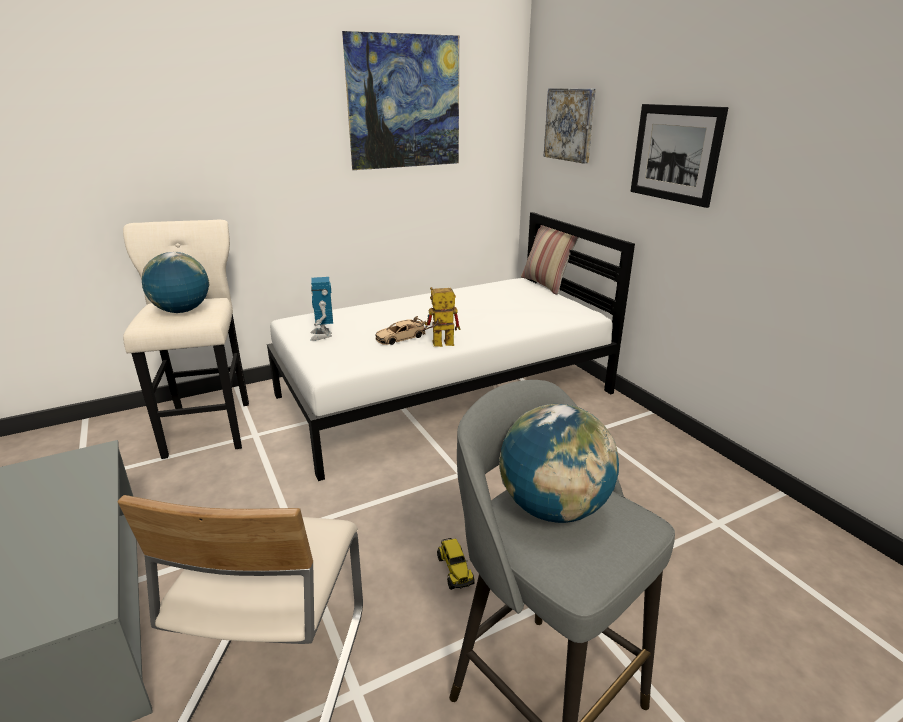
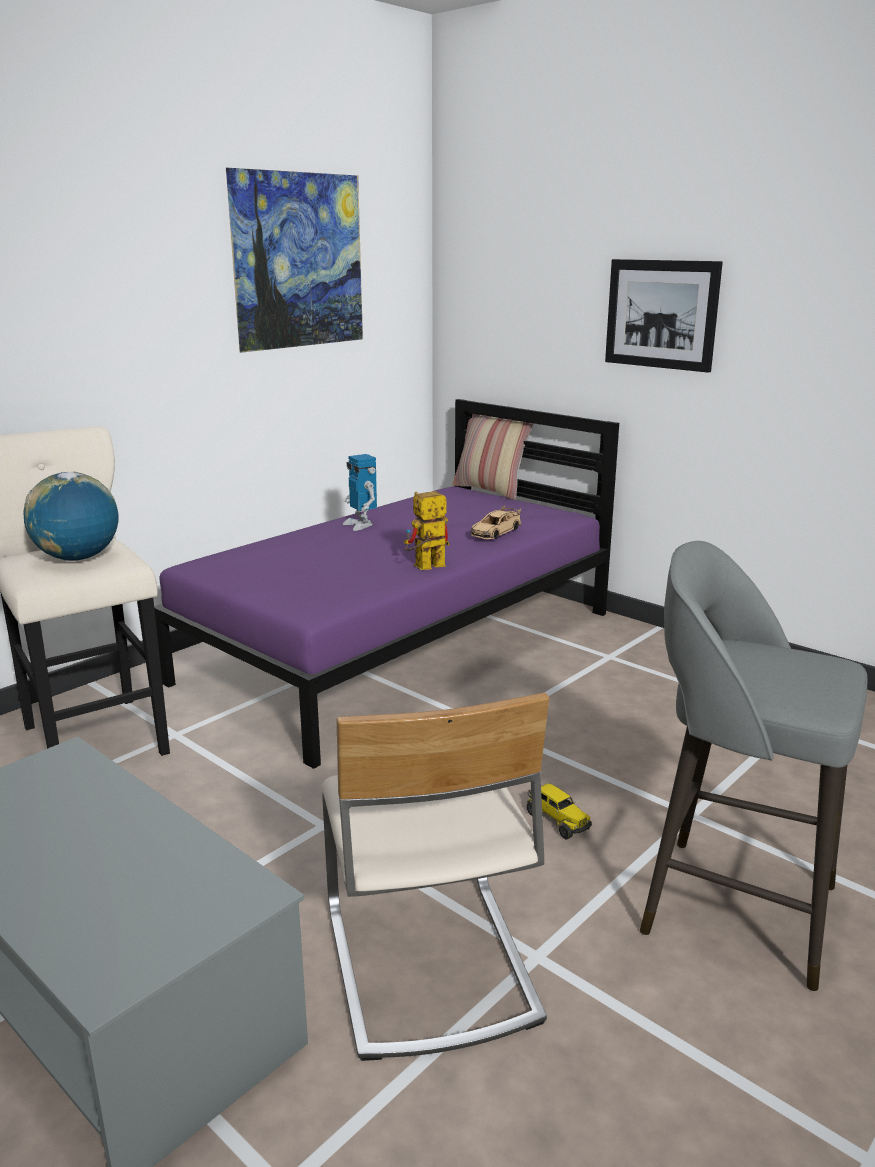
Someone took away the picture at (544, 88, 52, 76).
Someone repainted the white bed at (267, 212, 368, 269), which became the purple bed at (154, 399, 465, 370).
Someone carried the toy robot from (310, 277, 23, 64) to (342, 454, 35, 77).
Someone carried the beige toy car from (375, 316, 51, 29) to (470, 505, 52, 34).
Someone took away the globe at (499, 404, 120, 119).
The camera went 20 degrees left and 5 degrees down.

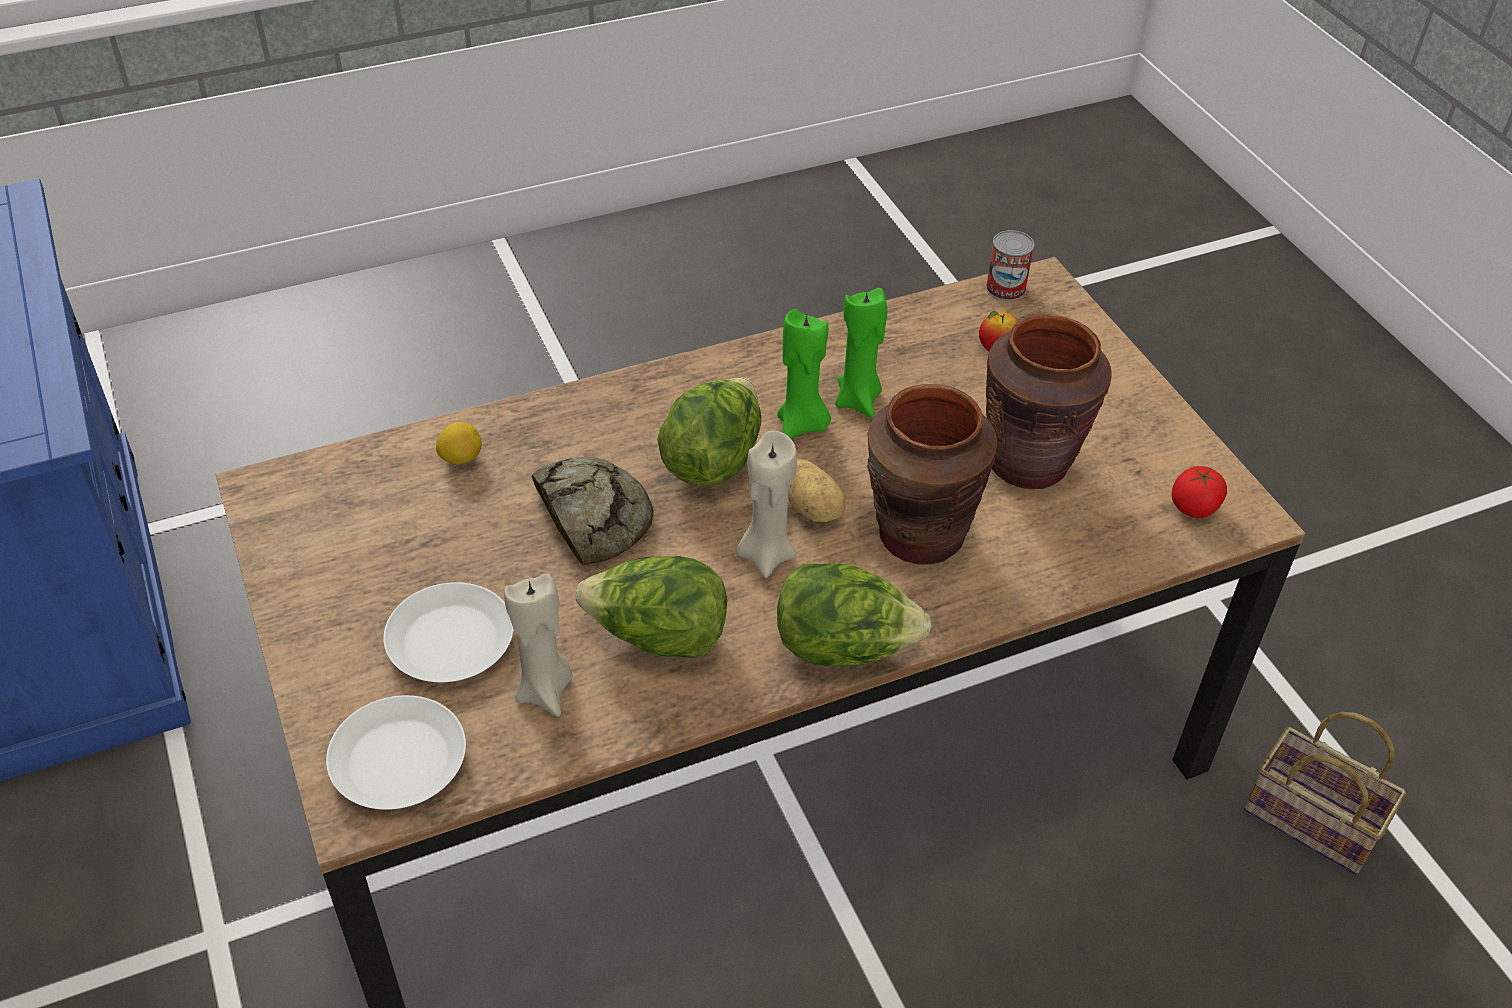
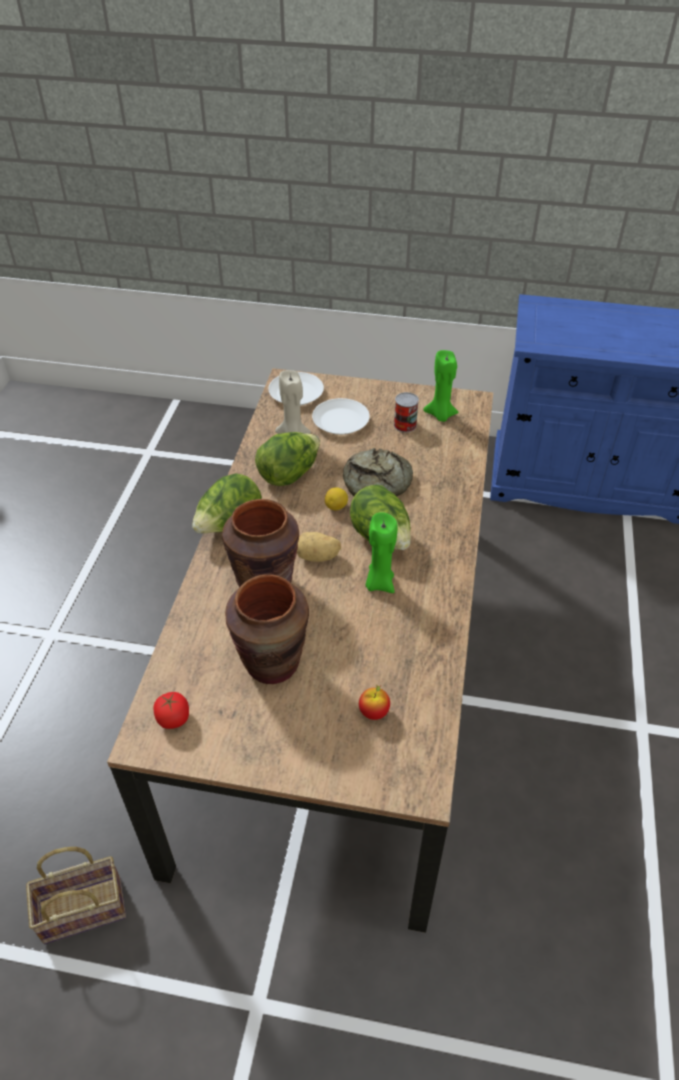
Someone carried the can from (986, 230, 48, 71) to (394, 392, 25, 40).
Someone carried the green candle from (835, 288, 52, 130) to (423, 350, 35, 72).
Someone carried the lemon from (436, 422, 46, 42) to (325, 487, 23, 23).
Someone took away the beige candle at (736, 431, 61, 147).
The camera went 125 degrees right and 0 degrees up.

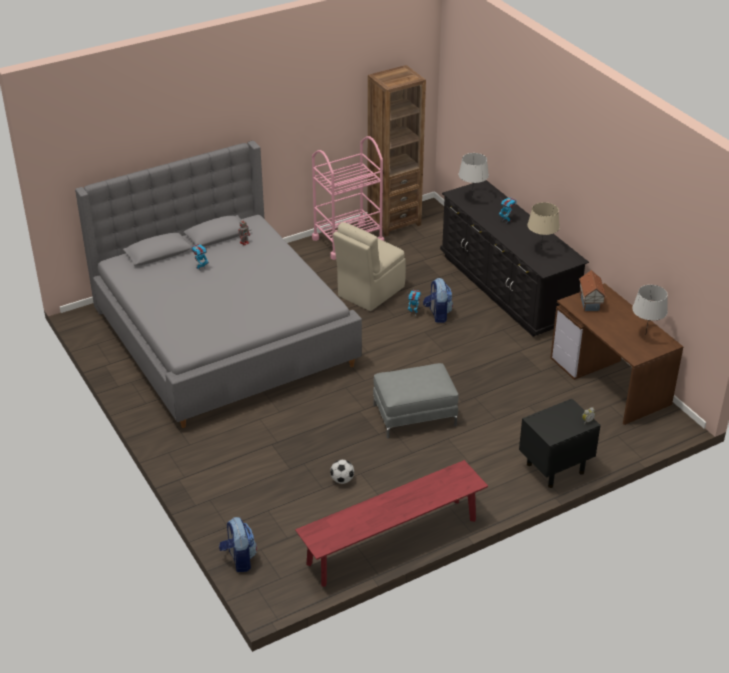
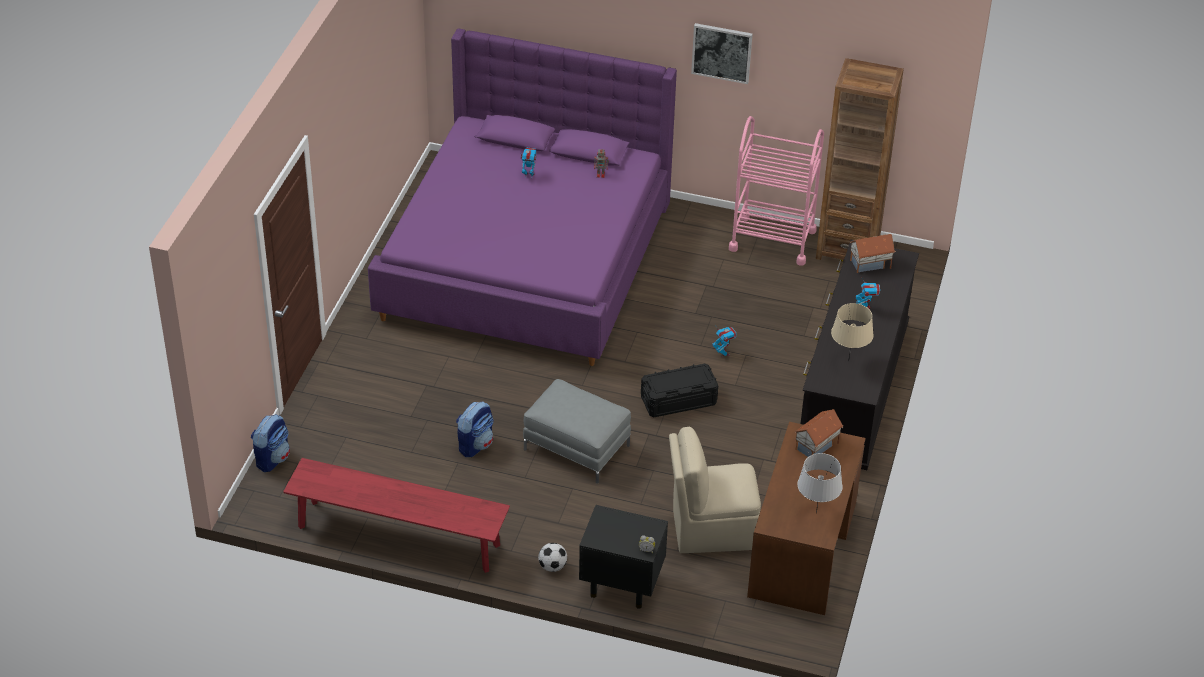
Someone repainted the grey bed at (75, 141, 287, 287), which became the purple bed at (368, 29, 309, 337).
Someone swapped the grey table lamp at (459, 153, 30, 44) for the toy house at (850, 234, 46, 39).
Someone carried the beige chair from (333, 222, 73, 89) to (669, 427, 92, 126).
Someone carried the backpack from (423, 278, 30, 45) to (456, 401, 38, 56).
Someone carried the football from (330, 460, 24, 24) to (538, 543, 29, 29).
Someone put up the picture at (691, 23, 62, 61).
Someone put down the black storage box at (641, 364, 77, 53).
The camera went 45 degrees right and 5 degrees up.

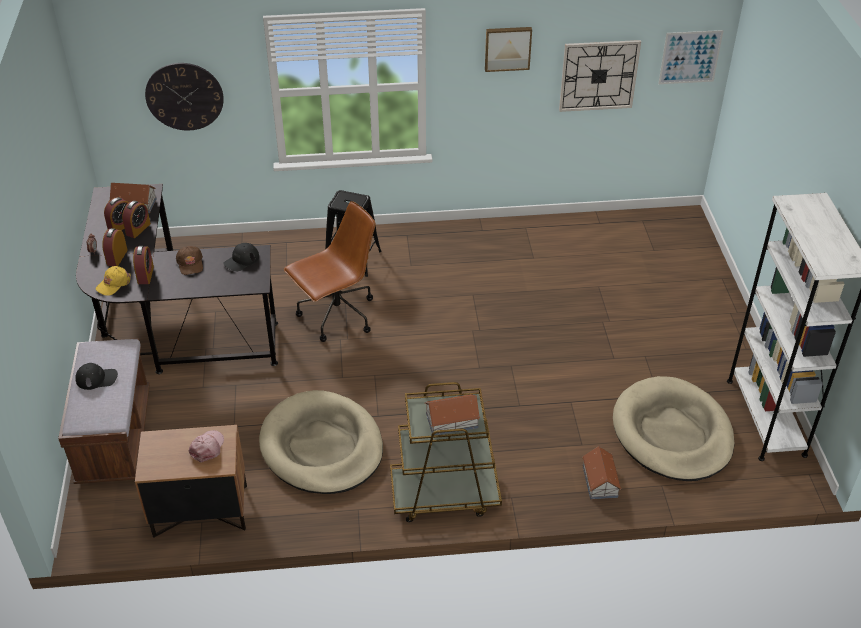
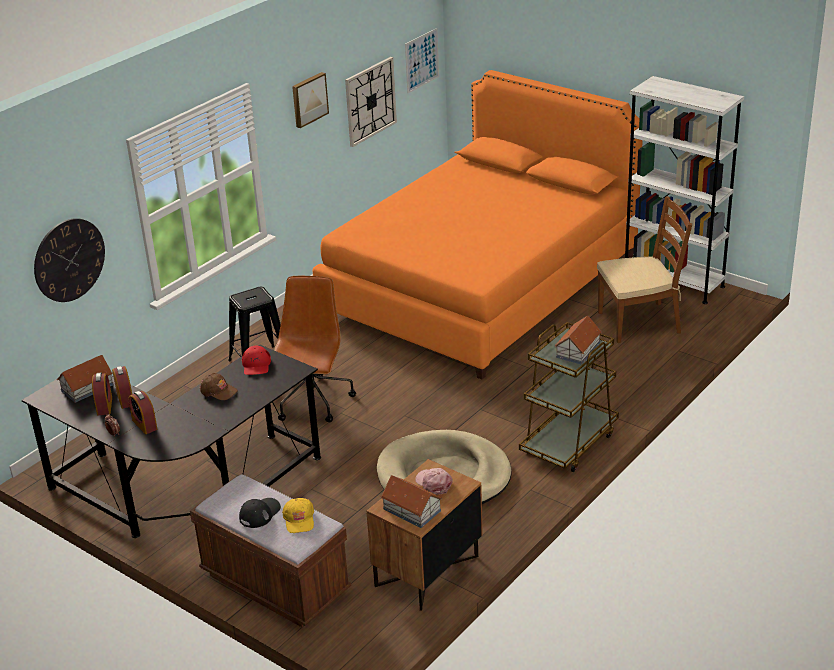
Someone repainted the black cap at (223, 243, 36, 28), which became the red cap at (242, 346, 29, 29).
Someone took away the alarm clock at (133, 246, 21, 38).
Someone carried the yellow cap from (96, 266, 35, 30) to (282, 498, 32, 35).
Someone swapped the beige dog bed at (613, 376, 121, 105) for the brown chair at (597, 196, 95, 147).
Someone carried the toy house from (582, 446, 39, 53) to (380, 475, 62, 53).
Someone put down the orange bed at (312, 70, 331, 309).
The camera went 45 degrees left and 10 degrees down.

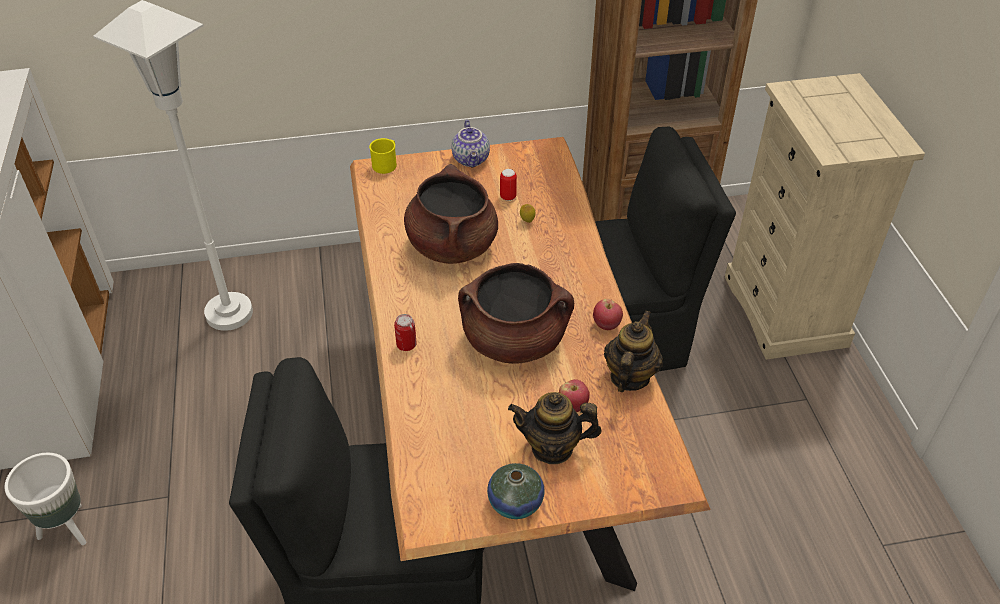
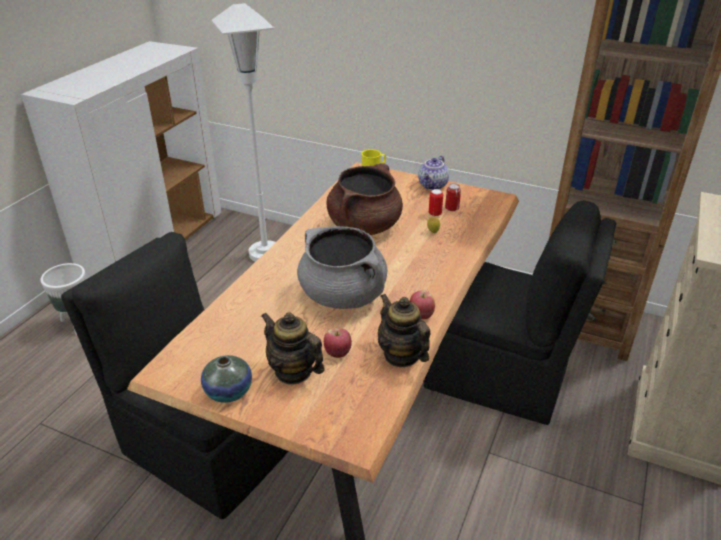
Someone repainted the brown cooking pot at (458, 263, 116, 101), which became the grey cooking pot at (297, 226, 90, 83).
Someone rotated the teapot at (604, 310, 59, 82) by 90 degrees counterclockwise.
Someone carried the can from (394, 314, 23, 37) to (445, 183, 16, 28).
The camera went 35 degrees right and 10 degrees down.

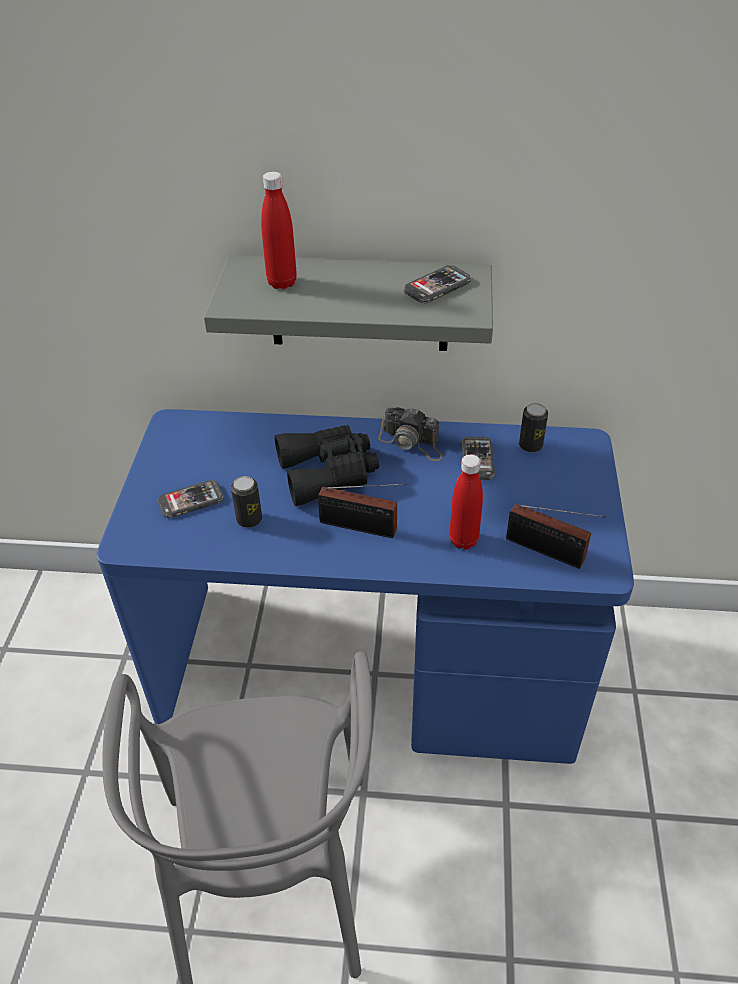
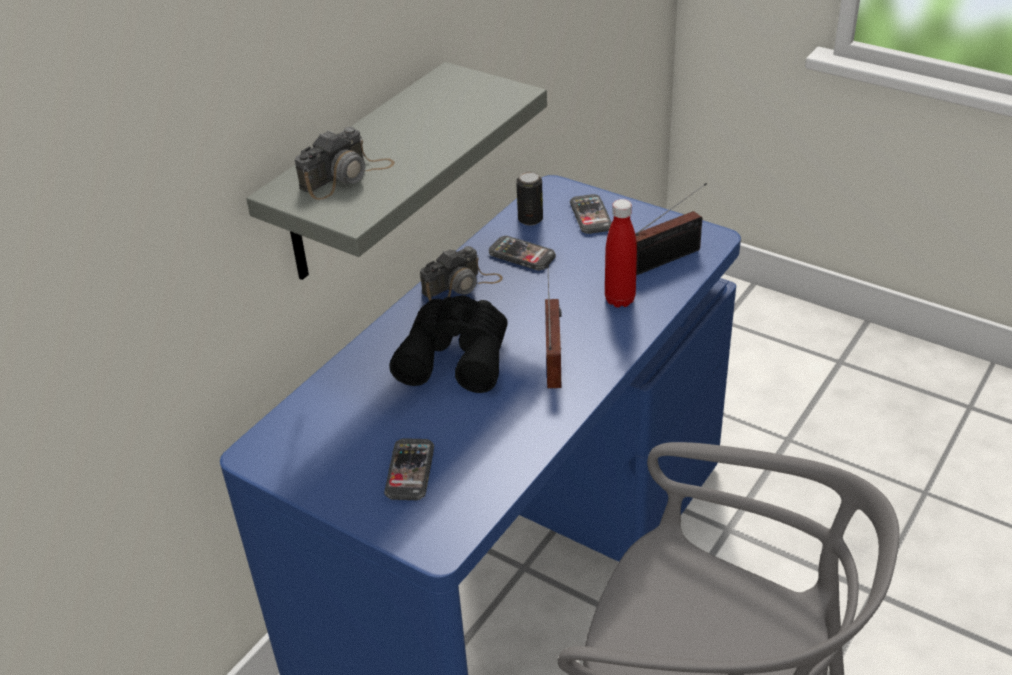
Someone swapped the red bottle at (261, 172, 36, 117) for the photo camera at (295, 127, 100, 73).
Someone carried the phone from (404, 265, 67, 38) to (570, 194, 42, 40).
Someone took away the can at (231, 476, 31, 52).
Someone rotated the radio at (318, 483, 88, 55) by 45 degrees counterclockwise.
The camera went 60 degrees left and 5 degrees down.

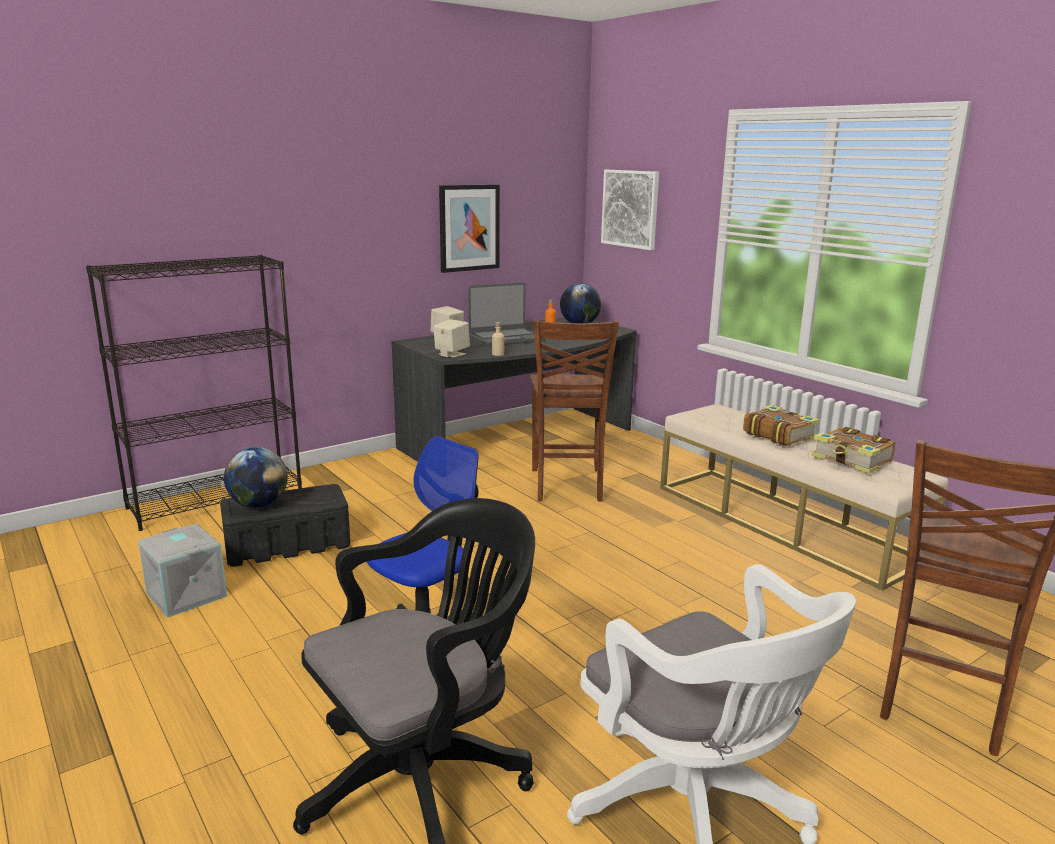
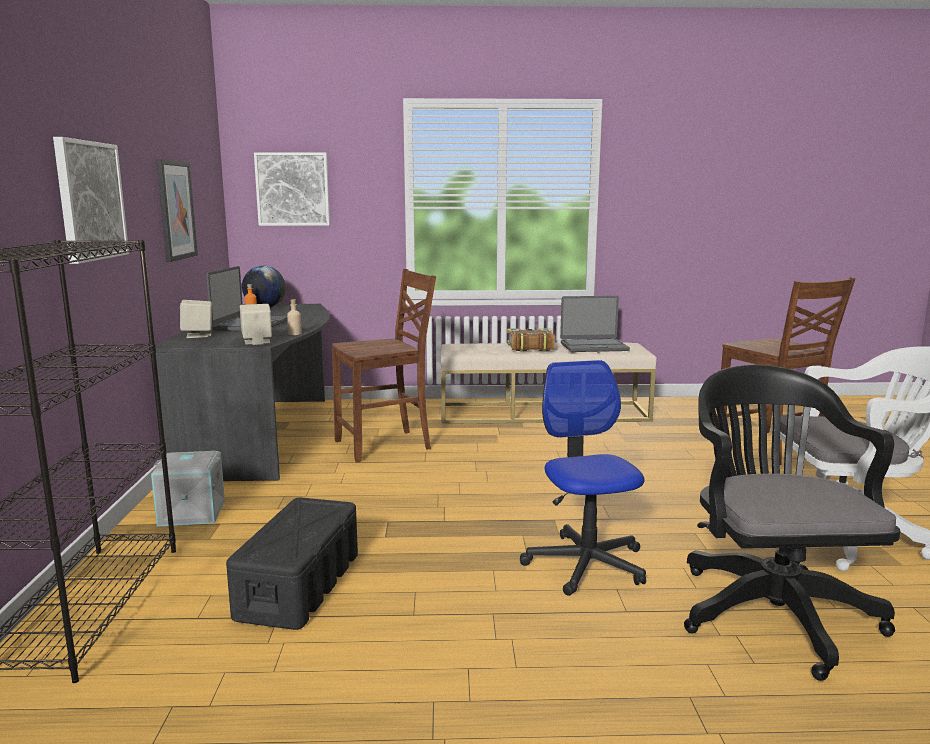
Someone rotated the brown chair at (530, 320, 89, 182) by 60 degrees counterclockwise.
Someone swapped the book at (812, 427, 83, 47) for the laptop at (560, 296, 70, 56).
Someone took away the globe at (224, 447, 64, 61).
Someone carried the grey storage box from (138, 524, 89, 94) to (151, 451, 74, 76).
Someone put up the picture at (53, 137, 76, 127).
The camera went 55 degrees left and 5 degrees down.

